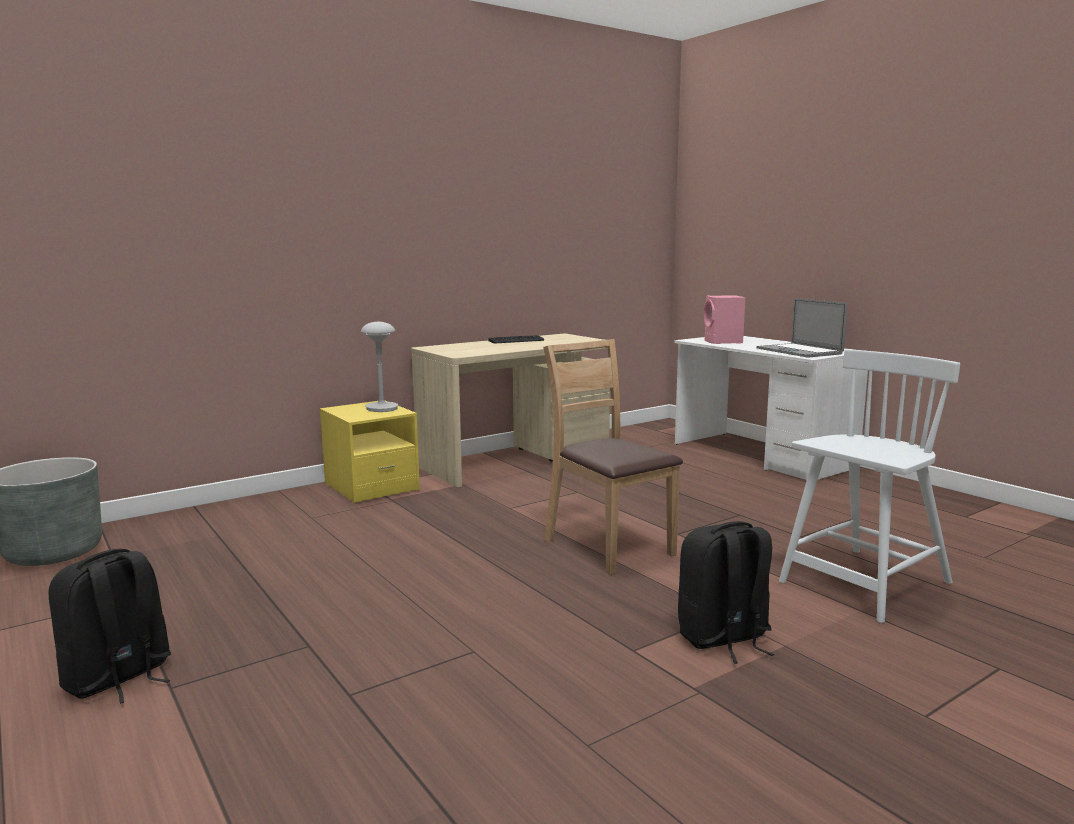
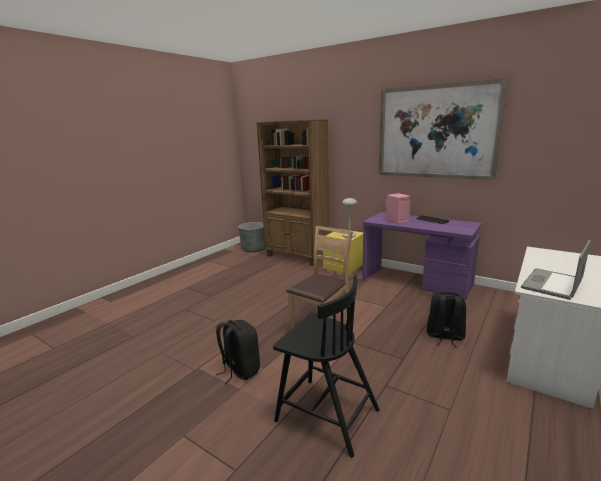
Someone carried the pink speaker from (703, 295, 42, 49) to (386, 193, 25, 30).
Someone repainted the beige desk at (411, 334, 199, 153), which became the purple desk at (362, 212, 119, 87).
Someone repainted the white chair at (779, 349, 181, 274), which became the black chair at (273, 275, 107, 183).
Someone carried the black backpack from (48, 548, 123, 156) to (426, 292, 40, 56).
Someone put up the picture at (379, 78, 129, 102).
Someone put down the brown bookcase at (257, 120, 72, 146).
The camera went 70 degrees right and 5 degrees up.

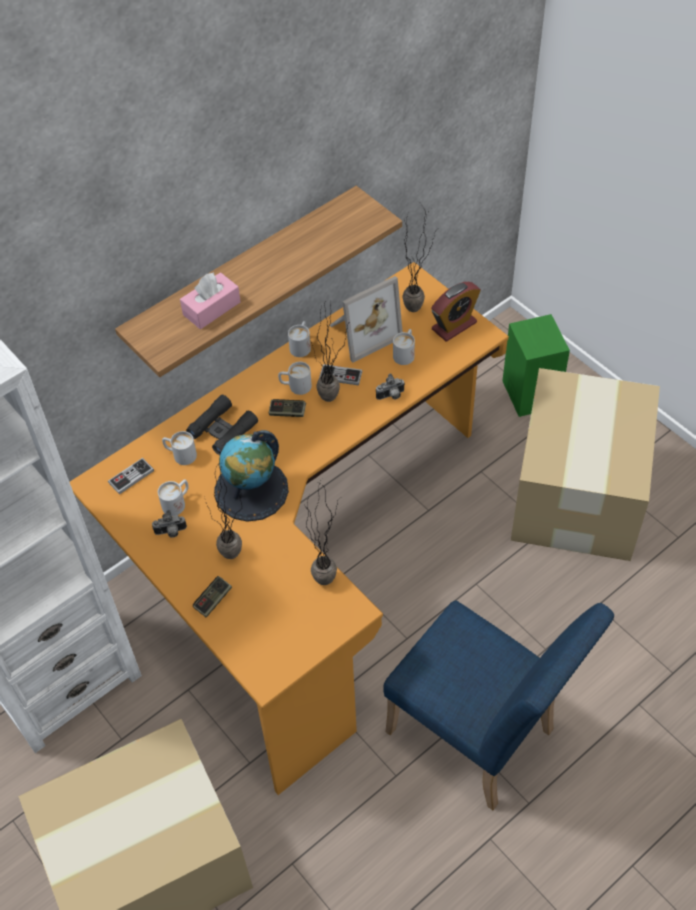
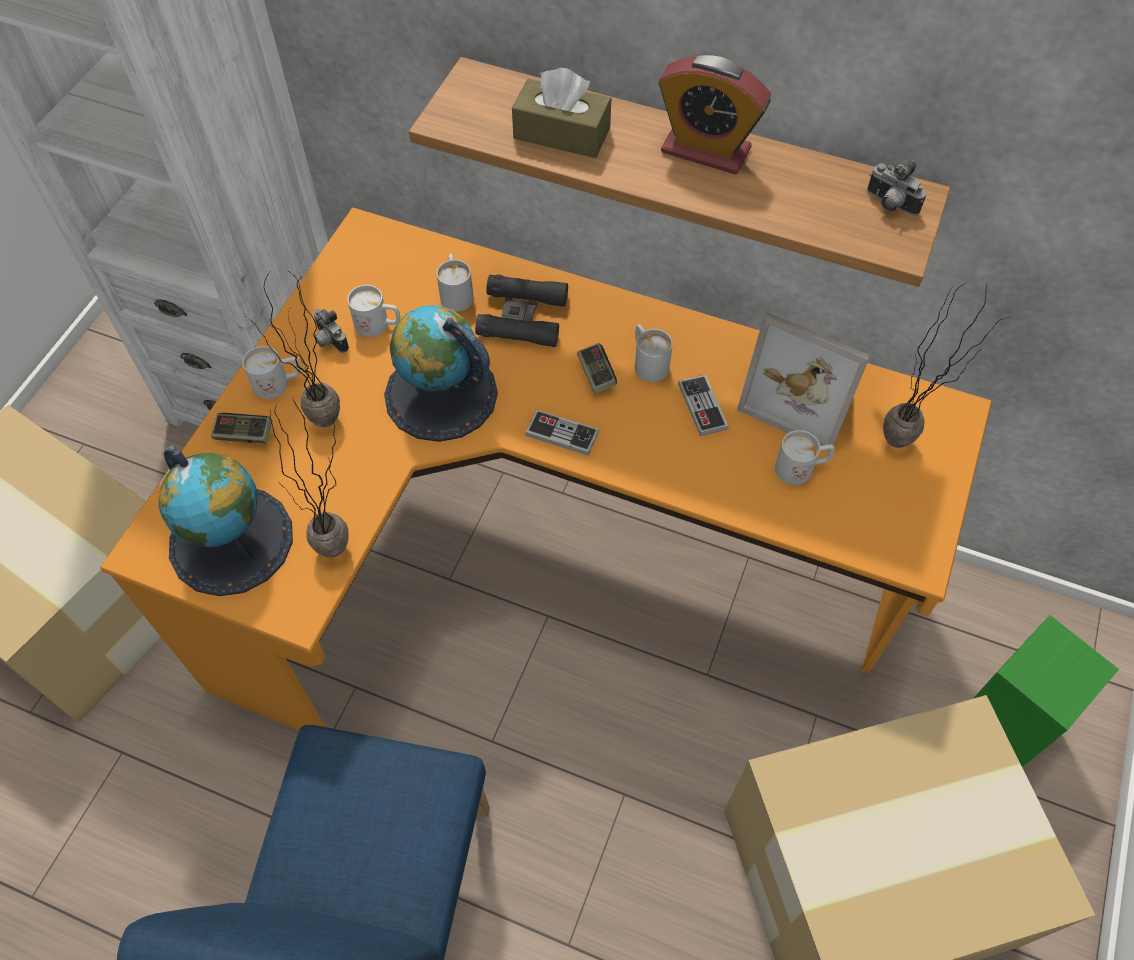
Someone repainted the pink tissue box at (180, 272, 61, 57), which became the brown tissue box at (512, 68, 99, 90).
Someone carried the alarm clock from (431, 282, 50, 60) to (658, 55, 113, 120).
Someone took away the potted plant at (310, 300, 38, 102).
Someone carried the white mug from (288, 321, 23, 36) to (242, 346, 59, 53).
Someone carried the photo camera from (376, 373, 29, 27) to (867, 160, 59, 56).
Someone carried the game controller from (108, 458, 46, 36) to (525, 410, 74, 46).
Someone put down the globe at (158, 445, 135, 151).
The camera went 60 degrees right and 5 degrees up.

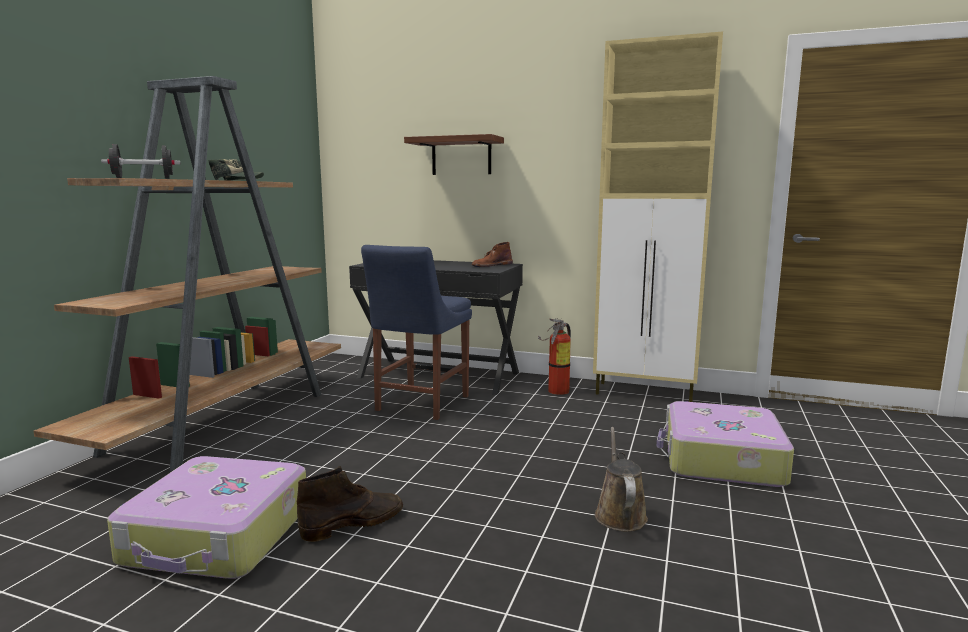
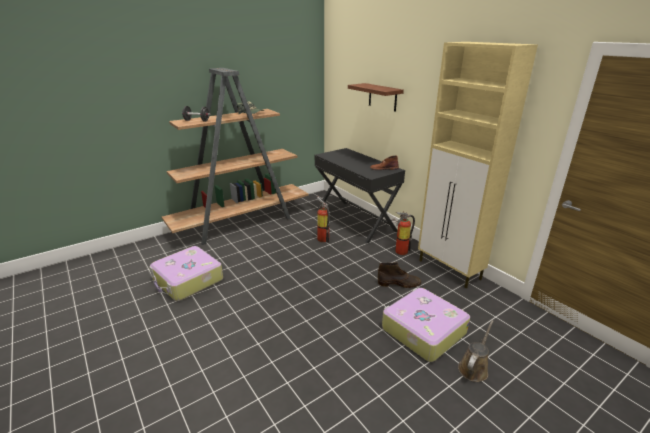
Someone swapped the blue chair at (361, 245, 111, 175) for the fire extinguisher at (317, 197, 13, 46).
Someone carried the brown watering can from (595, 427, 53, 105) to (458, 320, 35, 62).
Someone carried the brown boot from (297, 466, 106, 76) to (378, 262, 43, 26).
The camera went 35 degrees right and 15 degrees up.

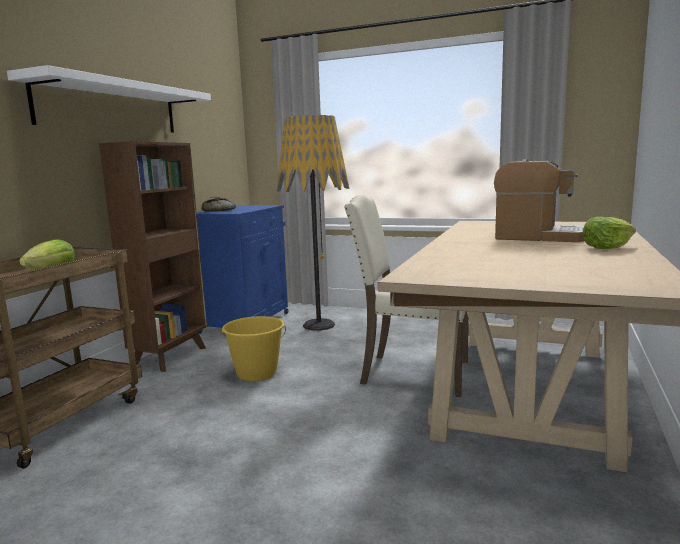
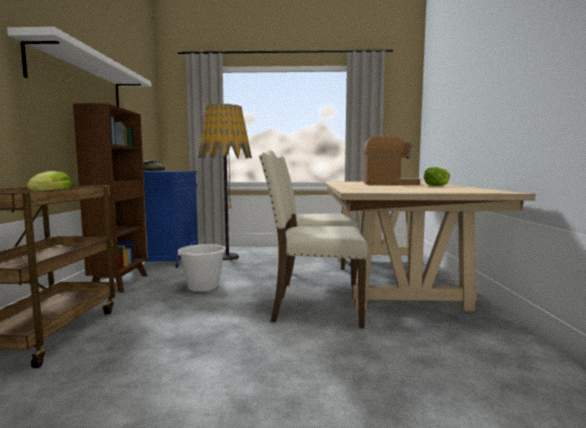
Someone repainted the yellow bucket at (221, 316, 65, 65), which became the white bucket at (177, 244, 49, 48).
Someone put down the beige chair at (259, 150, 109, 178).
The camera went 20 degrees left and 5 degrees down.

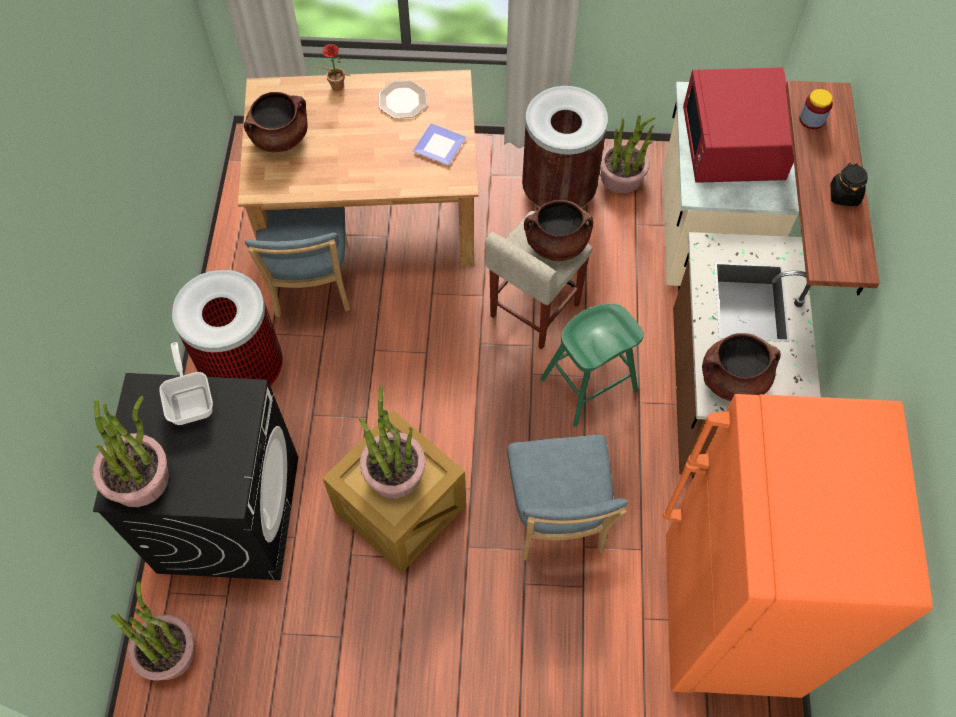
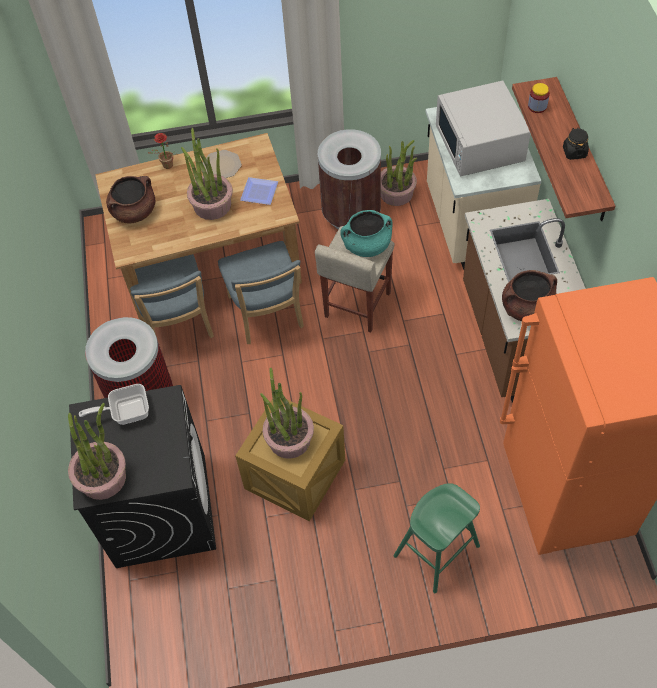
Someone repainted the red microwave at (683, 67, 111, 116), which became the white microwave at (436, 81, 95, 95).
Someone repainted the brown cooking pot at (524, 200, 70, 61), which became the turquoise cooking pot at (340, 210, 53, 47).
Someone carried the green stool from (540, 303, 104, 124) to (394, 483, 86, 110).
Someone rotated the frying pan at (159, 342, 54, 83) by 75 degrees counterclockwise.
Someone carried the blue chair from (507, 435, 121, 126) to (218, 241, 86, 103).
Someone carried the potted plant from (111, 581, 84, 100) to (181, 128, 52, 92).
The camera went 10 degrees left and 5 degrees down.

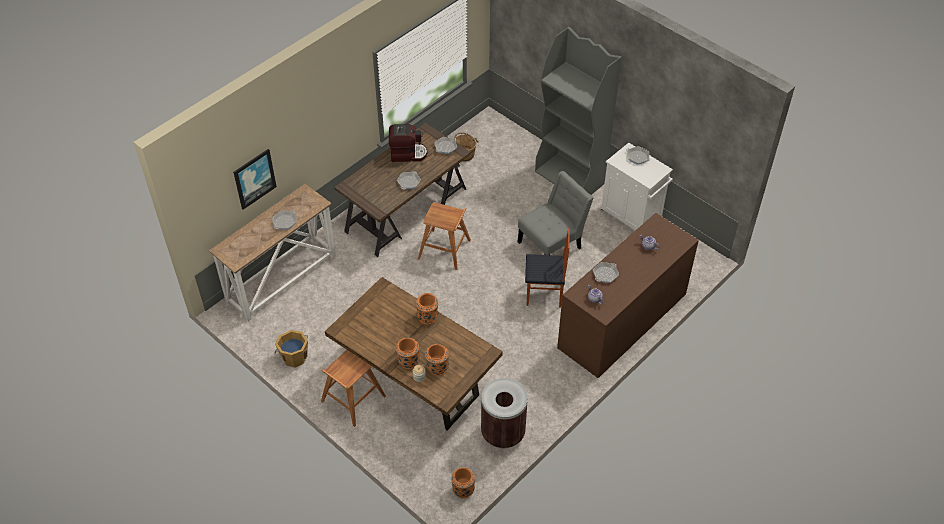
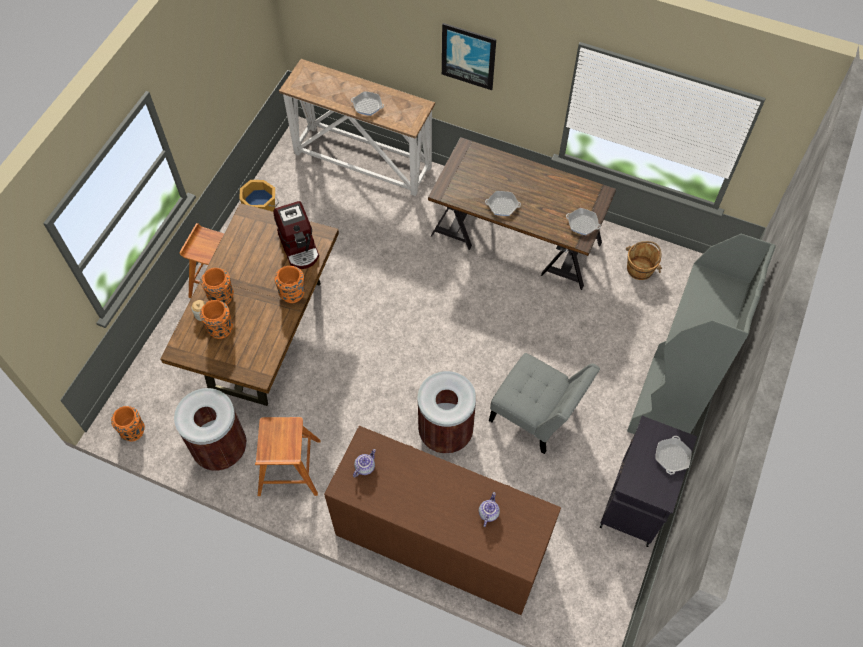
Someone carried the coffee machine from (389, 124, 39, 38) to (273, 201, 46, 68).
Someone repainted the white cabinet at (600, 143, 73, 88), which became the black cabinet at (600, 416, 97, 131).
Someone carried the picture from (233, 149, 44, 61) to (442, 23, 54, 67).
Someone carried the brown stool from (418, 202, 53, 68) to (255, 417, 66, 79).
Someone swapped the chair at (525, 228, 45, 79) for the brown trash can at (418, 371, 58, 83).
Someone took away the frying pan at (593, 262, 26, 21).
The camera went 70 degrees right and 10 degrees up.

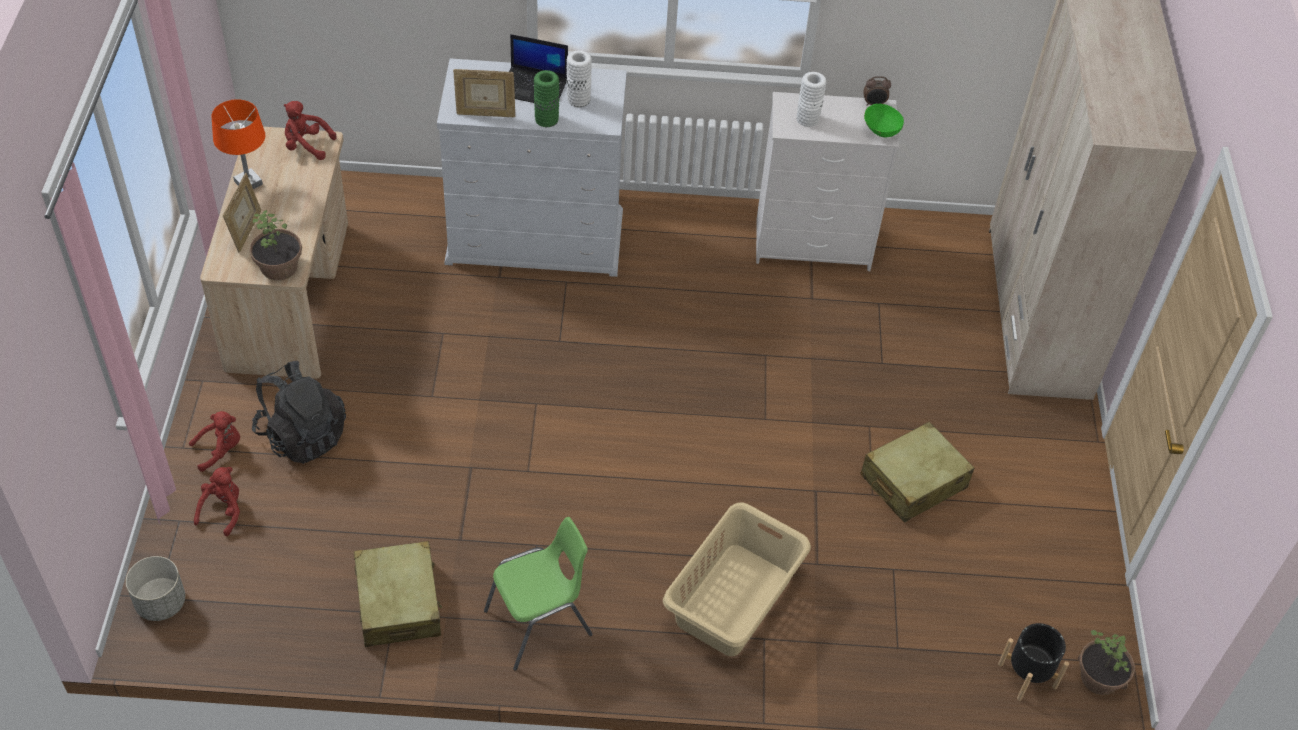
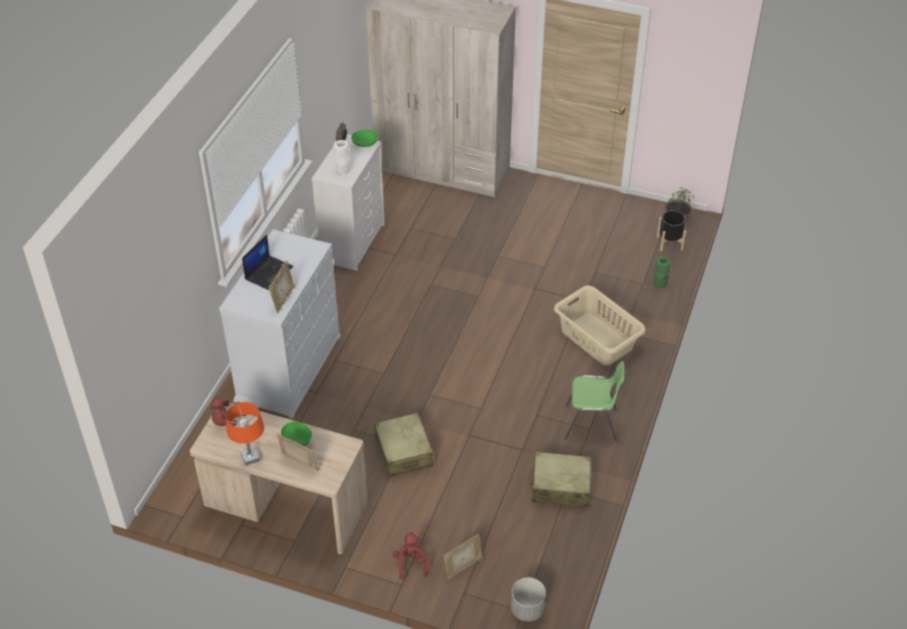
Someone took away the white vase at (566, 50, 26, 57).
Someone carried the green vase from (534, 70, 25, 57) to (653, 256, 18, 32).
Someone took away the potted plant at (249, 210, 53, 70).
Someone took away the black backpack at (252, 361, 94, 103).
Someone carried the beige suitcase from (860, 422, 114, 101) to (374, 413, 59, 64).
Someone swapped the red plush toy at (194, 467, 46, 69) for the picture frame at (444, 534, 38, 45).
Someone rotated the green chair at (484, 517, 109, 153) by 105 degrees clockwise.
Someone put down the green bowl at (281, 422, 31, 24).
The camera went 70 degrees left and 5 degrees down.

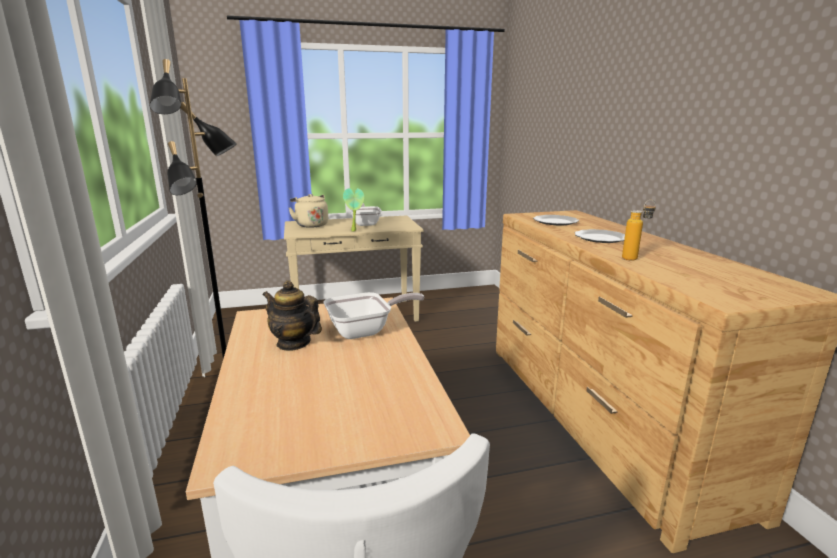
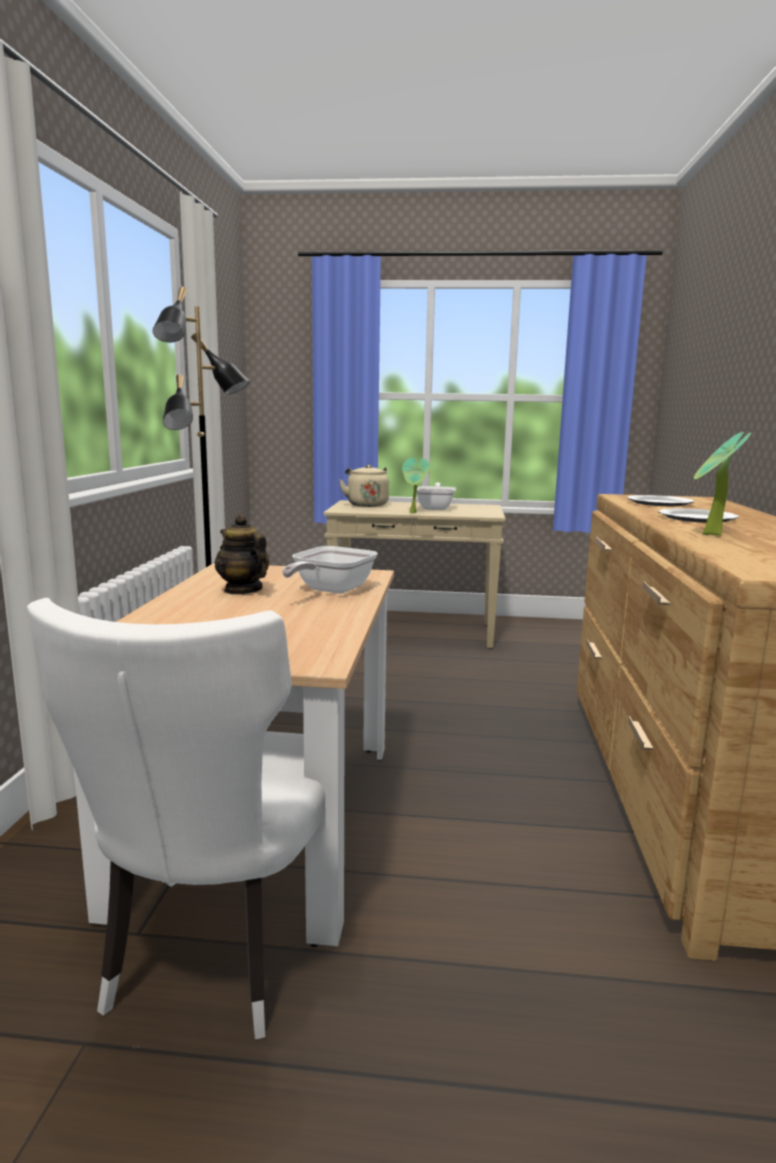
Someone swapped the bottle at (622, 200, 34, 60) for the potted plant at (694, 432, 57, 103).
Someone rotated the frying pan at (323, 292, 101, 47) by 120 degrees clockwise.
The camera went 20 degrees right and 5 degrees down.

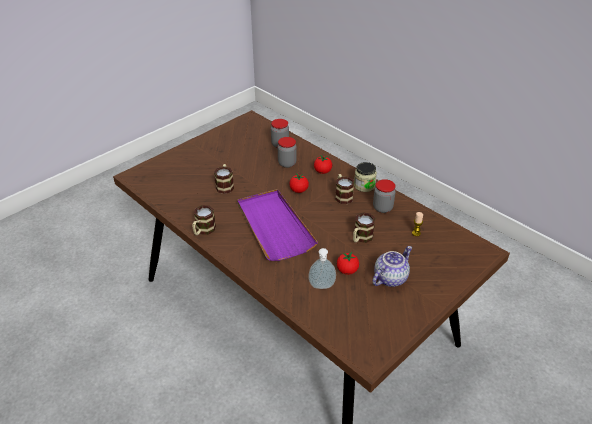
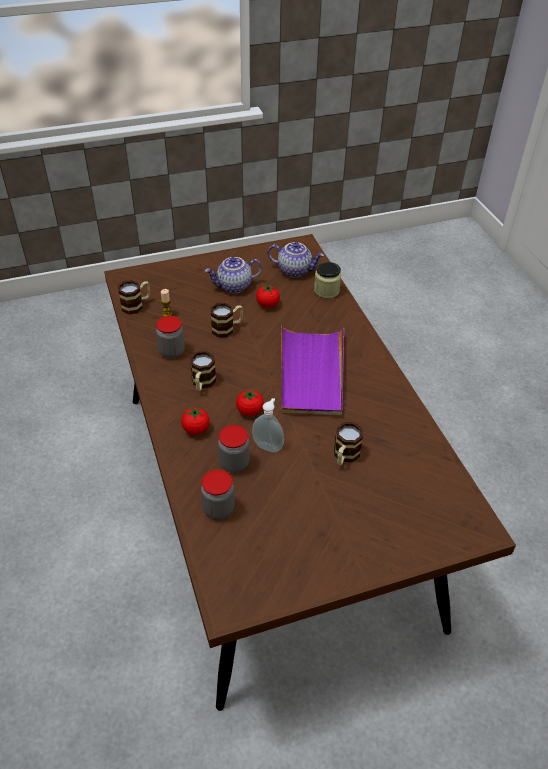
Someone carried the jar from (354, 162, 23, 30) to (314, 262, 27, 36).
Someone carried the mug from (192, 205, 24, 31) to (118, 280, 32, 34).
Someone carried the soap dispenser from (308, 248, 28, 41) to (252, 398, 32, 54).
Someone put down the teapot at (268, 242, 56, 36).
The camera went 155 degrees left and 5 degrees up.

